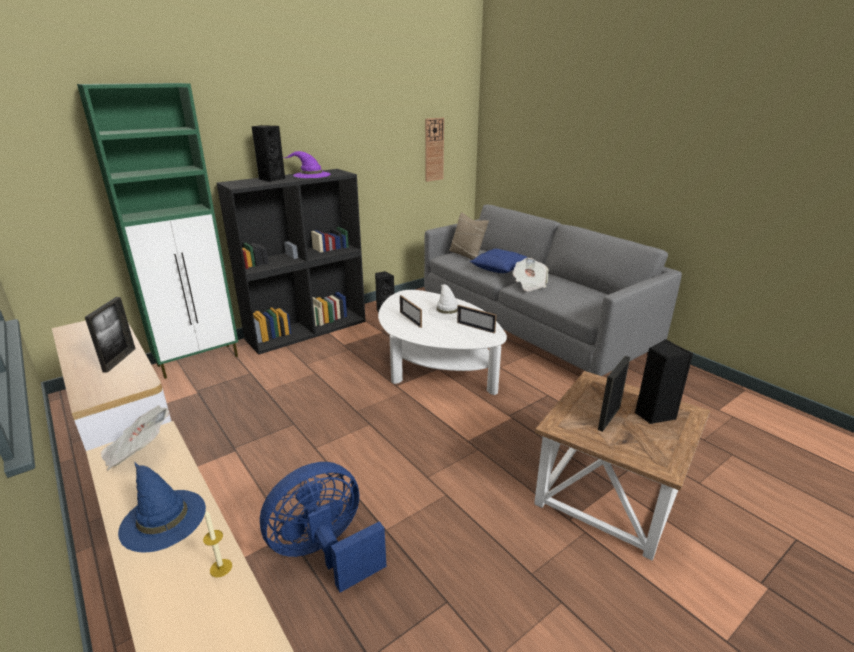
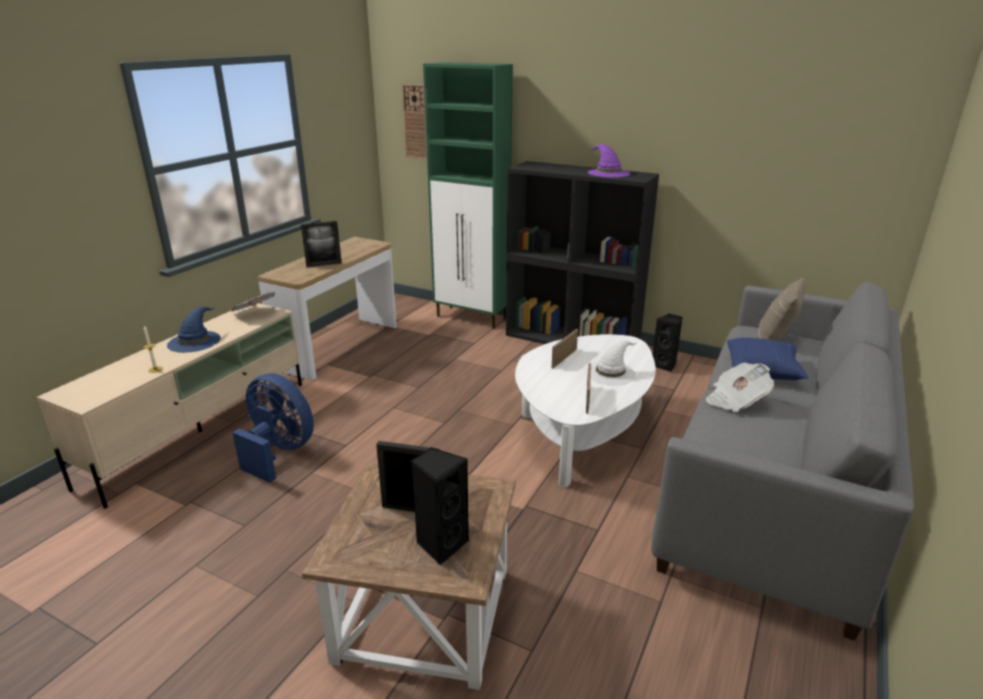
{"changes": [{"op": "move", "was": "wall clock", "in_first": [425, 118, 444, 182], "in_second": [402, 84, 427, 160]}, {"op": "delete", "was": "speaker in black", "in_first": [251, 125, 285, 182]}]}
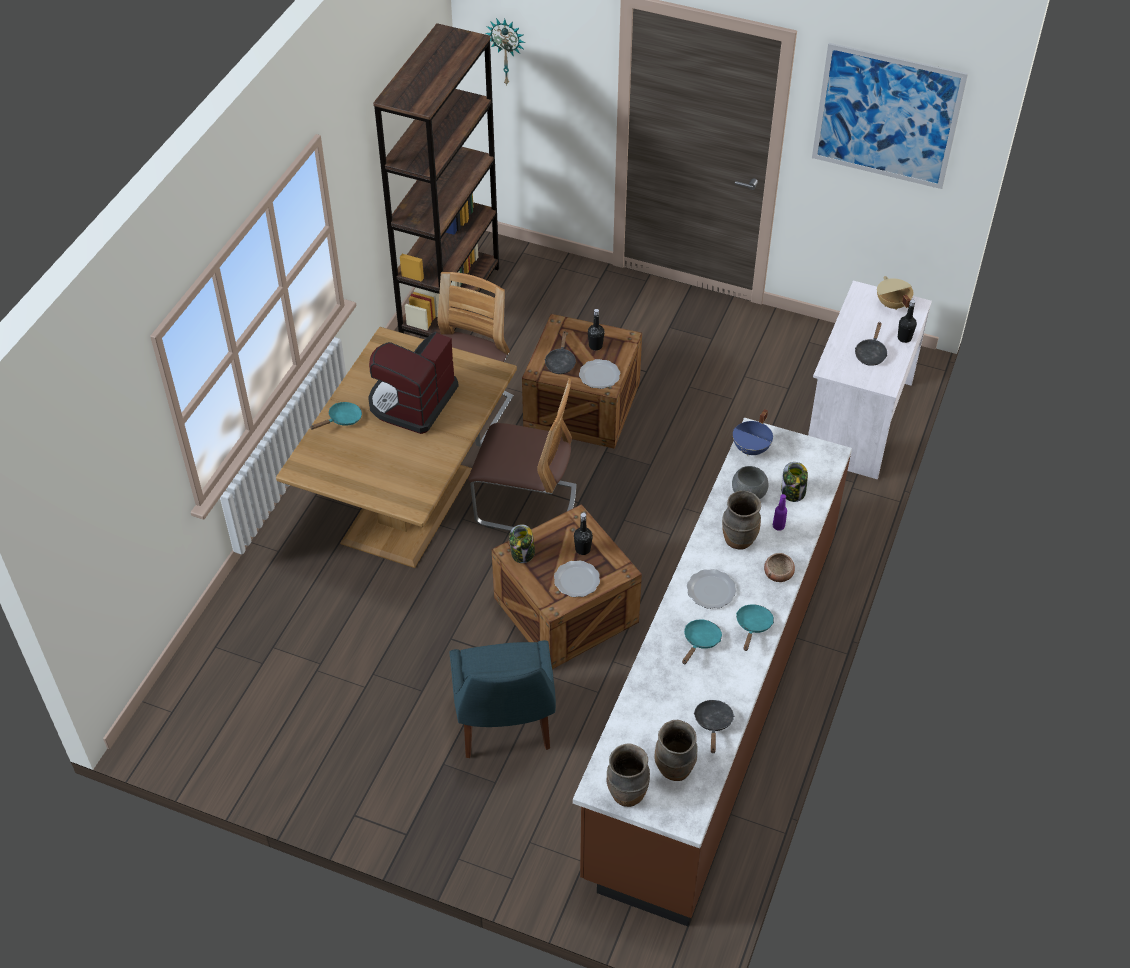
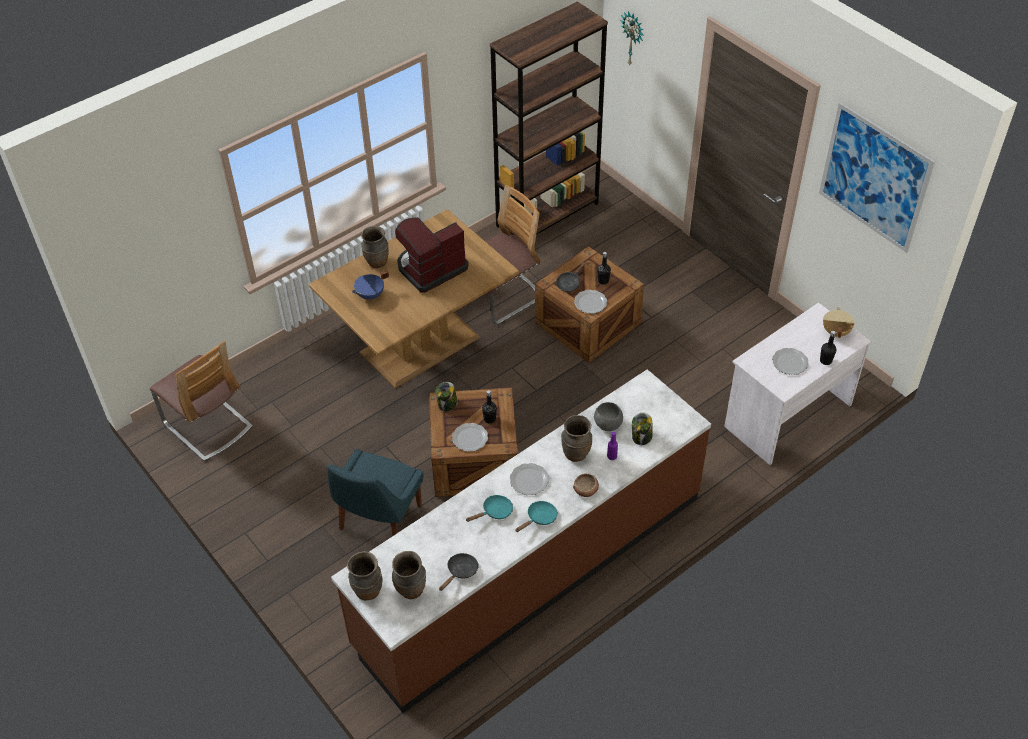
{"changes": [{"op": "move", "was": "chair", "in_first": [468, 378, 577, 531], "in_second": [150, 341, 253, 461]}, {"op": "move", "was": "cooking pot in blue", "in_first": [733, 409, 773, 455], "in_second": [352, 270, 389, 300]}, {"op": "replace", "was": "frying pan in turquoise", "now": "vase in brown", "in_first": [310, 402, 362, 429], "in_second": [361, 226, 389, 268]}, {"op": "replace", "was": "frying pan in black", "now": "plate", "in_first": [855, 322, 887, 366], "in_second": [772, 348, 809, 375]}]}
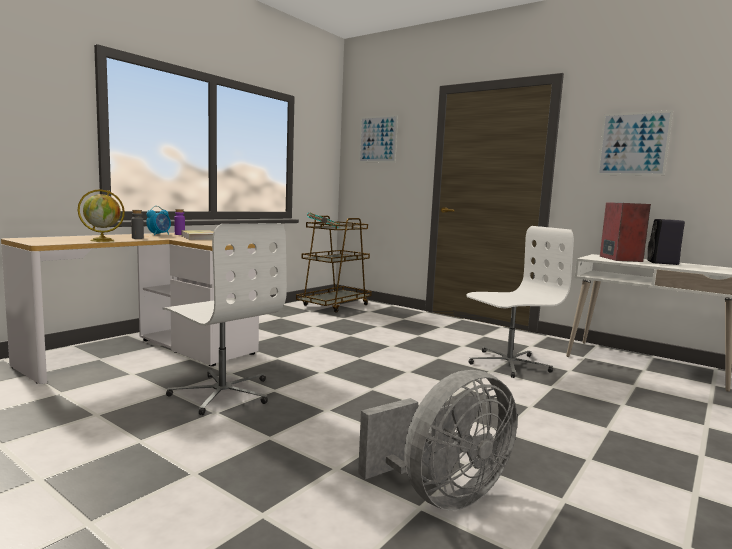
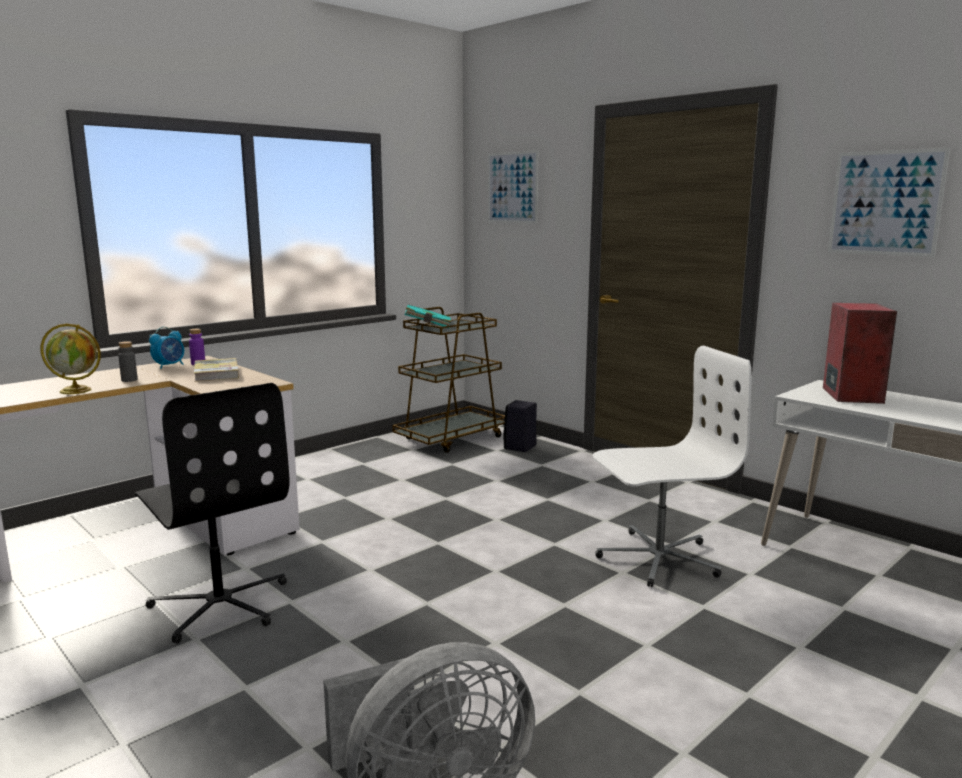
{"changes": [{"op": "recolor", "was": "office chair in white", "now": "office chair in black", "in_first": [162, 223, 287, 415], "in_second": [135, 383, 290, 644]}, {"op": "move", "was": "speaker in black", "in_first": [647, 219, 685, 265], "in_second": [503, 400, 537, 452]}]}
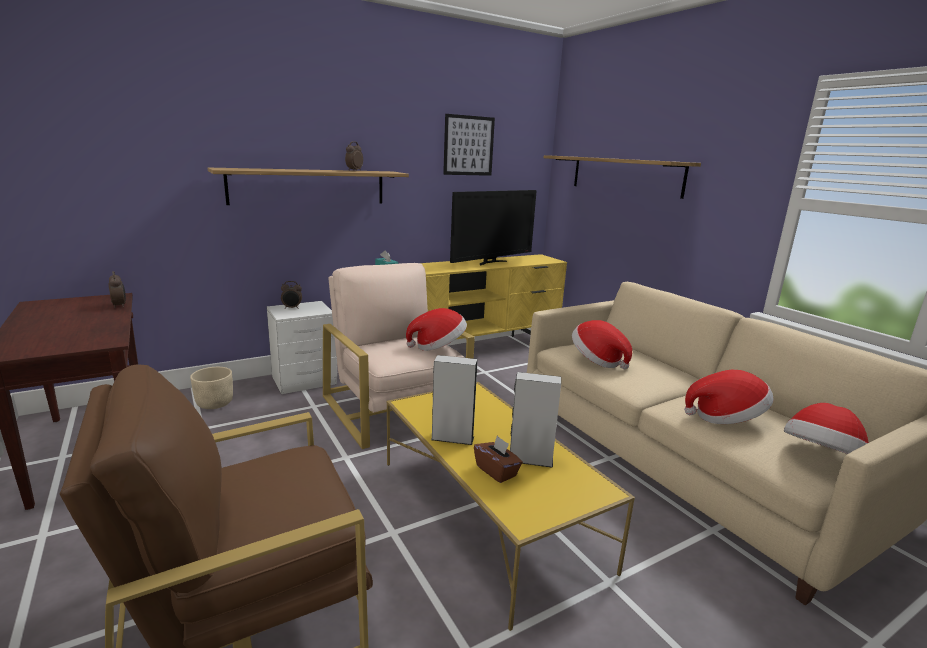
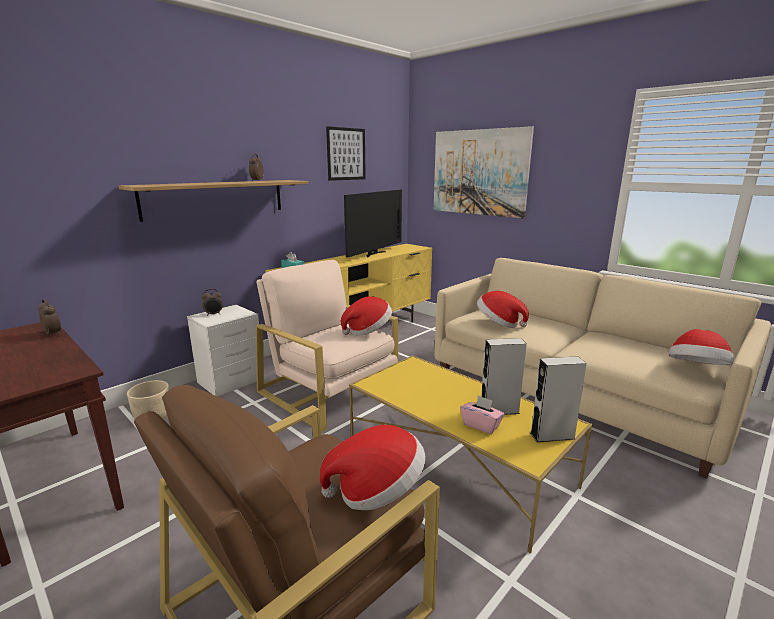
{"changes": [{"op": "move", "was": "hat", "in_first": [684, 370, 774, 424], "in_second": [320, 425, 425, 510]}, {"op": "replace", "was": "shelf", "now": "picture", "in_first": [544, 155, 701, 199], "in_second": [434, 126, 534, 218]}, {"op": "recolor", "was": "tissue box in brown", "now": "tissue box in pink", "in_first": [474, 436, 523, 483], "in_second": [460, 395, 504, 434]}, {"op": "move", "was": "speaker in grey", "in_first": [431, 355, 478, 445], "in_second": [530, 356, 587, 442]}]}
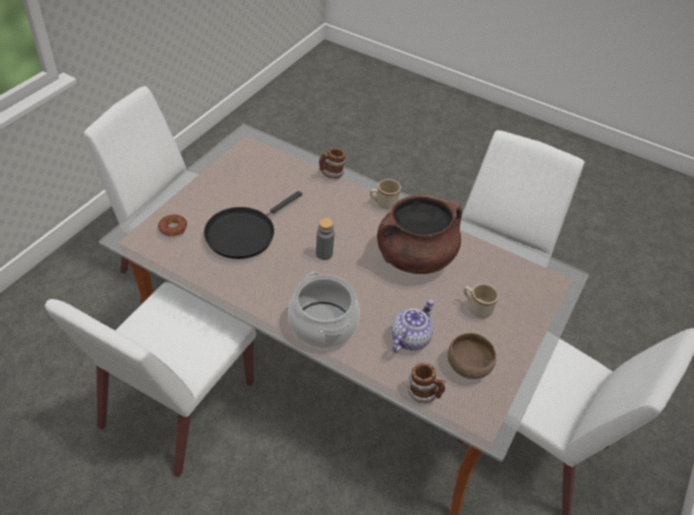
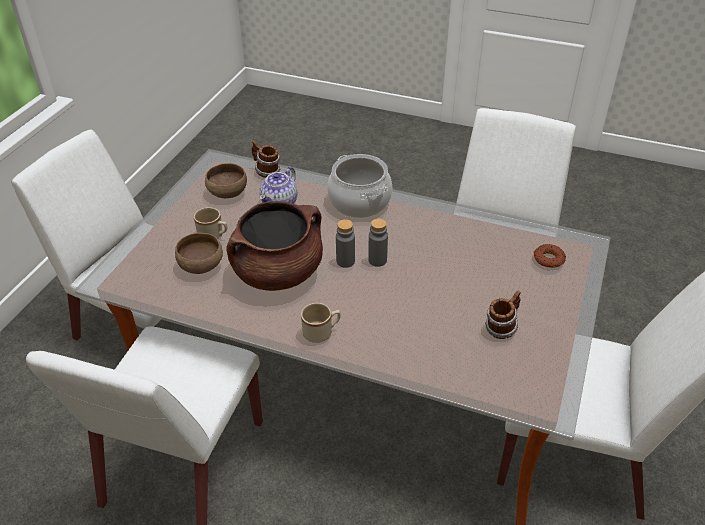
{"changes": [{"op": "insert", "now": "bowl in brown", "in_second": [175, 233, 223, 274]}, {"op": "insert", "now": "bottle in grey", "in_second": [336, 219, 355, 267]}, {"op": "move", "was": "mug", "in_first": [319, 148, 346, 179], "in_second": [485, 291, 521, 339]}, {"op": "delete", "was": "frying pan in black", "in_first": [204, 191, 302, 259]}]}
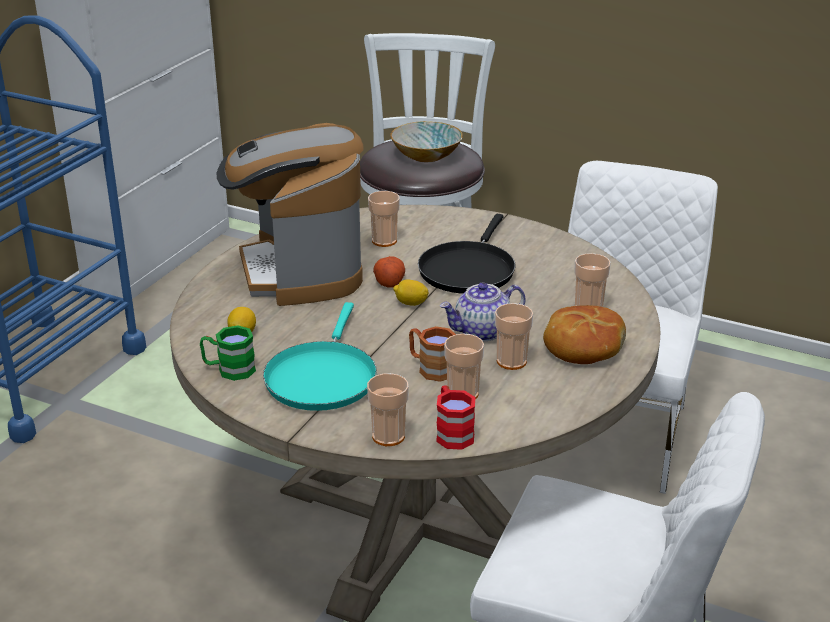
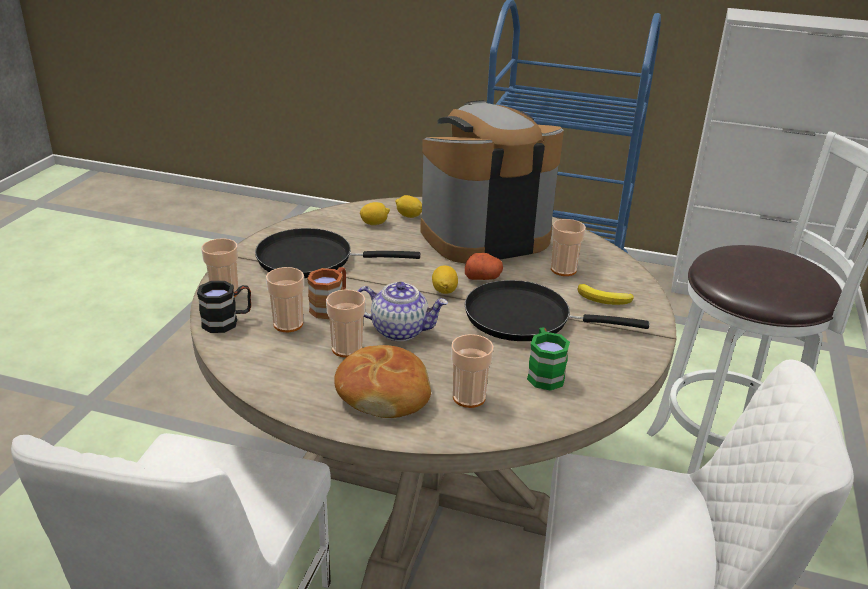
{"changes": [{"op": "recolor", "was": "mug in red", "now": "mug in black", "in_first": [436, 385, 476, 450], "in_second": [197, 281, 251, 333]}, {"op": "recolor", "was": "frying pan in turquoise", "now": "frying pan in black", "in_first": [263, 302, 377, 411], "in_second": [255, 228, 420, 278]}, {"op": "rotate", "was": "teapot", "in_first": [440, 282, 526, 341], "in_second": [358, 282, 448, 341], "clockwise": 135}, {"op": "insert", "now": "lemon", "in_second": [395, 195, 422, 218]}, {"op": "move", "was": "mug in green", "in_first": [200, 325, 256, 381], "in_second": [527, 327, 570, 391]}, {"op": "insert", "now": "banana", "in_second": [577, 284, 634, 305]}, {"op": "delete", "was": "bowl", "in_first": [390, 121, 463, 162]}]}
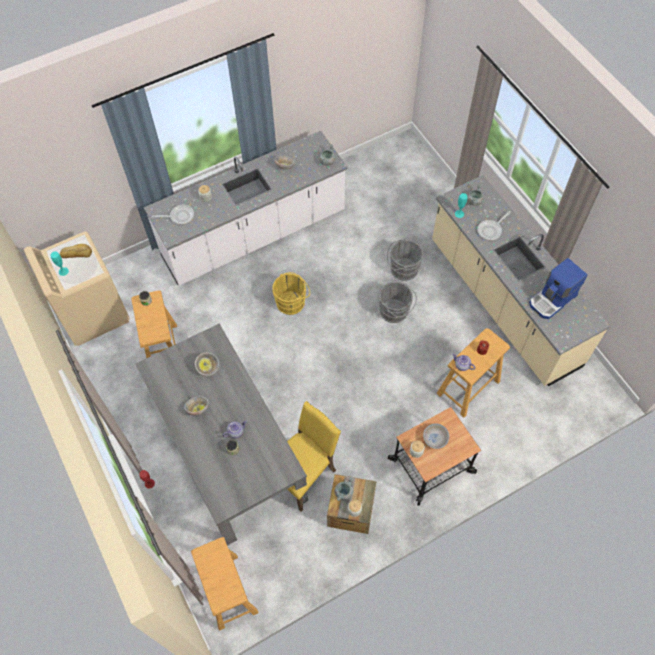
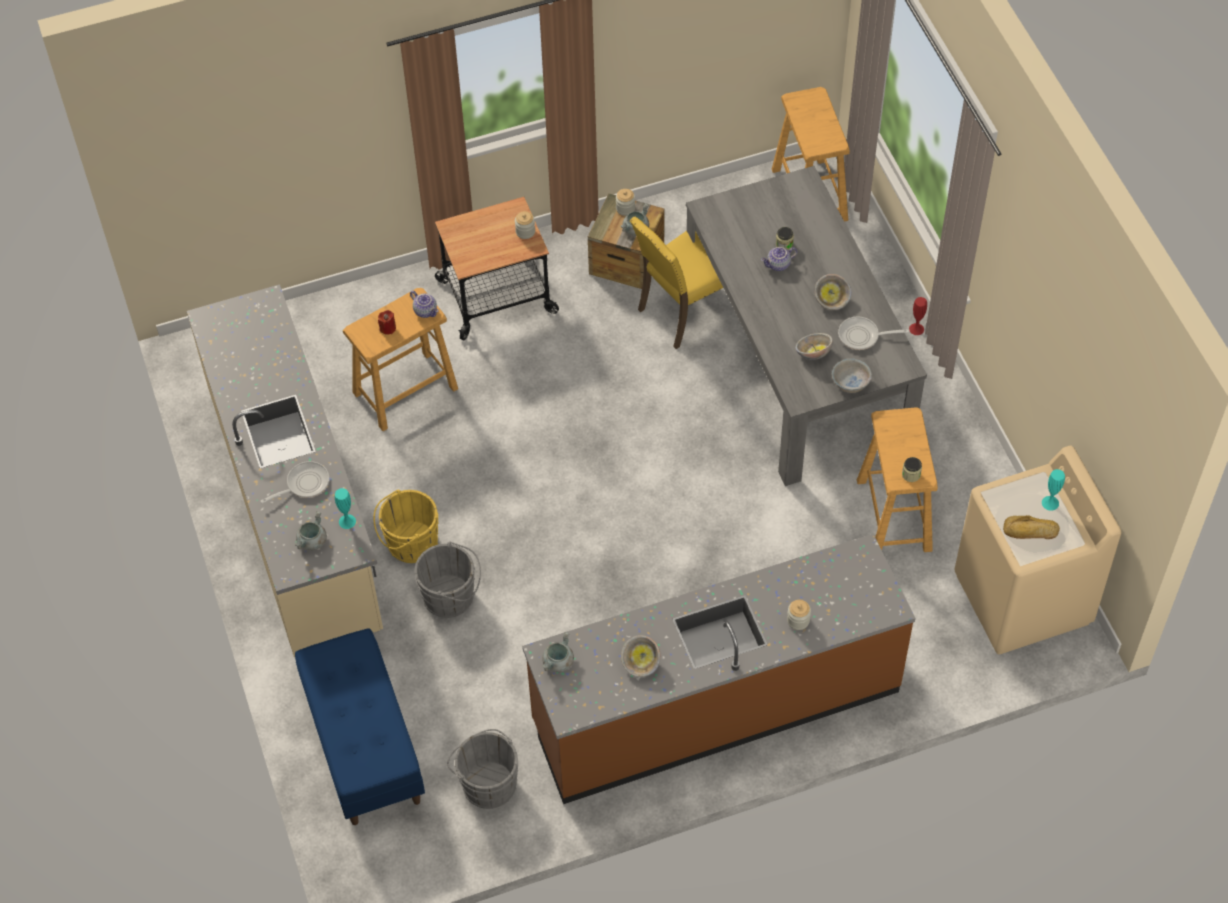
{"changes": [{"op": "insert", "now": "bench in blue", "in_second": [295, 628, 425, 825]}, {"op": "move", "was": "bucket in yellow", "in_first": [272, 272, 310, 315], "in_second": [373, 489, 439, 563]}, {"op": "move", "was": "bucket in grey", "in_first": [378, 282, 417, 323], "in_second": [447, 729, 518, 809]}, {"op": "recolor", "was": "counter in white", "now": "counter in brown", "in_first": [144, 131, 348, 286], "in_second": [522, 534, 916, 804]}, {"op": "move", "was": "bowl in white", "in_first": [423, 423, 449, 449], "in_second": [832, 358, 872, 393]}, {"op": "move", "was": "frying pan", "in_first": [152, 205, 194, 225], "in_second": [838, 316, 910, 350]}, {"op": "delete", "was": "coffee machine", "in_first": [529, 258, 587, 319]}]}
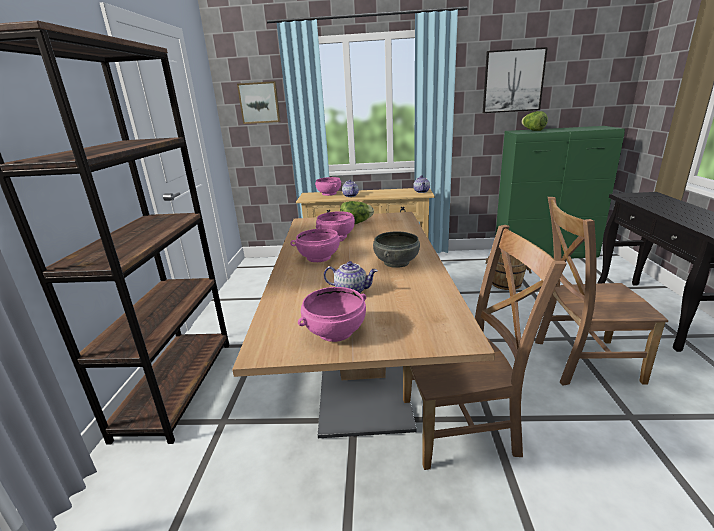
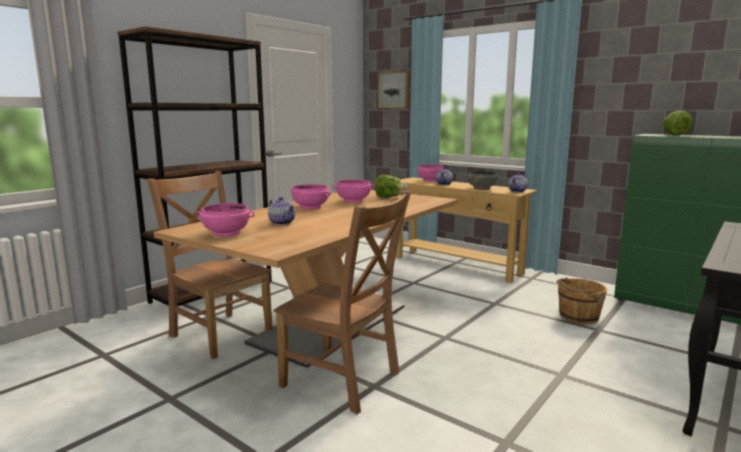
{"changes": [{"op": "move", "was": "chair in brown", "in_first": [535, 197, 668, 385], "in_second": [147, 171, 273, 359]}, {"op": "move", "was": "bowl in grey", "in_first": [373, 232, 420, 268], "in_second": [467, 170, 498, 190]}, {"op": "delete", "was": "picture", "in_first": [483, 47, 548, 113]}]}
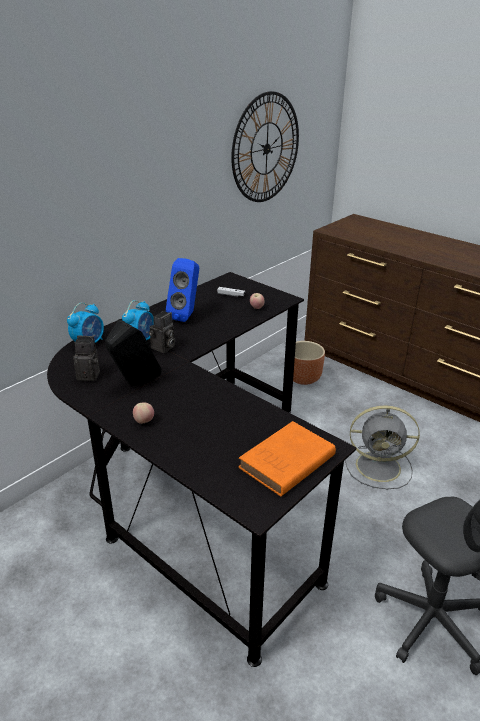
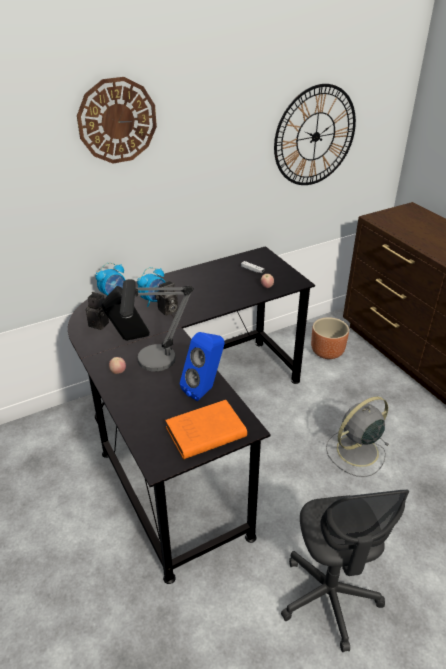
{"changes": [{"op": "insert", "now": "wall clock", "in_second": [77, 77, 157, 164]}, {"op": "insert", "now": "table lamp", "in_second": [120, 279, 194, 371]}, {"op": "move", "was": "speaker in blue", "in_first": [166, 258, 199, 322], "in_second": [180, 332, 225, 401]}, {"op": "rotate", "was": "fan in grey", "in_first": [345, 405, 420, 489], "in_second": [326, 396, 389, 477], "clockwise": 120}]}
